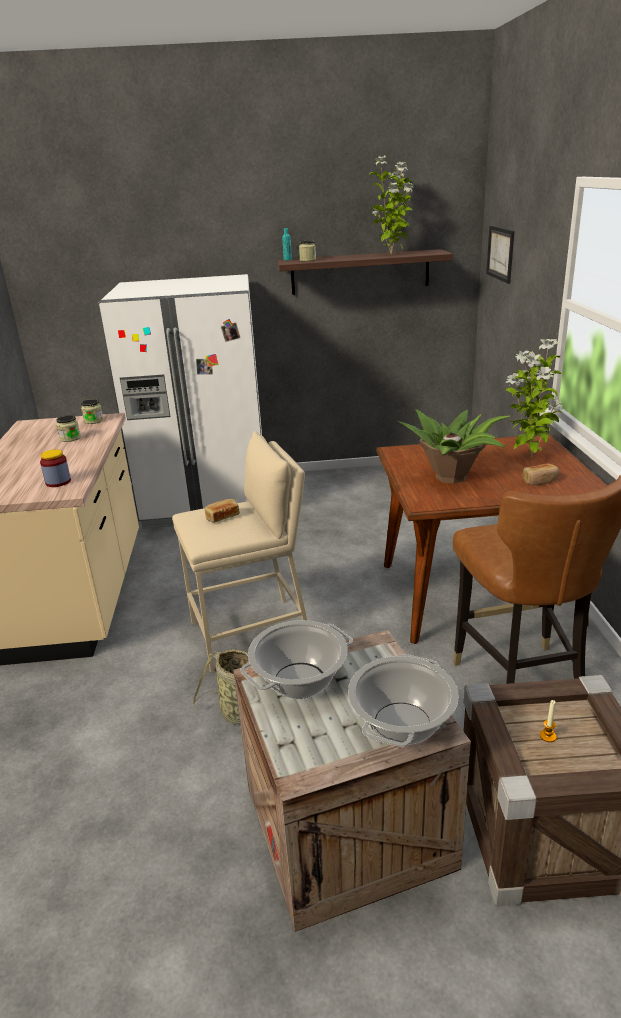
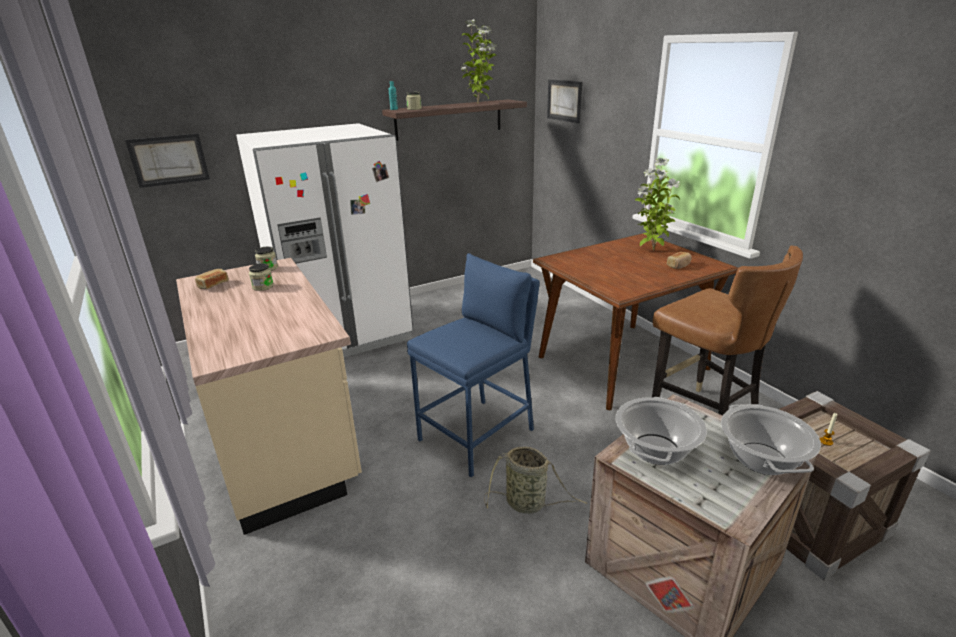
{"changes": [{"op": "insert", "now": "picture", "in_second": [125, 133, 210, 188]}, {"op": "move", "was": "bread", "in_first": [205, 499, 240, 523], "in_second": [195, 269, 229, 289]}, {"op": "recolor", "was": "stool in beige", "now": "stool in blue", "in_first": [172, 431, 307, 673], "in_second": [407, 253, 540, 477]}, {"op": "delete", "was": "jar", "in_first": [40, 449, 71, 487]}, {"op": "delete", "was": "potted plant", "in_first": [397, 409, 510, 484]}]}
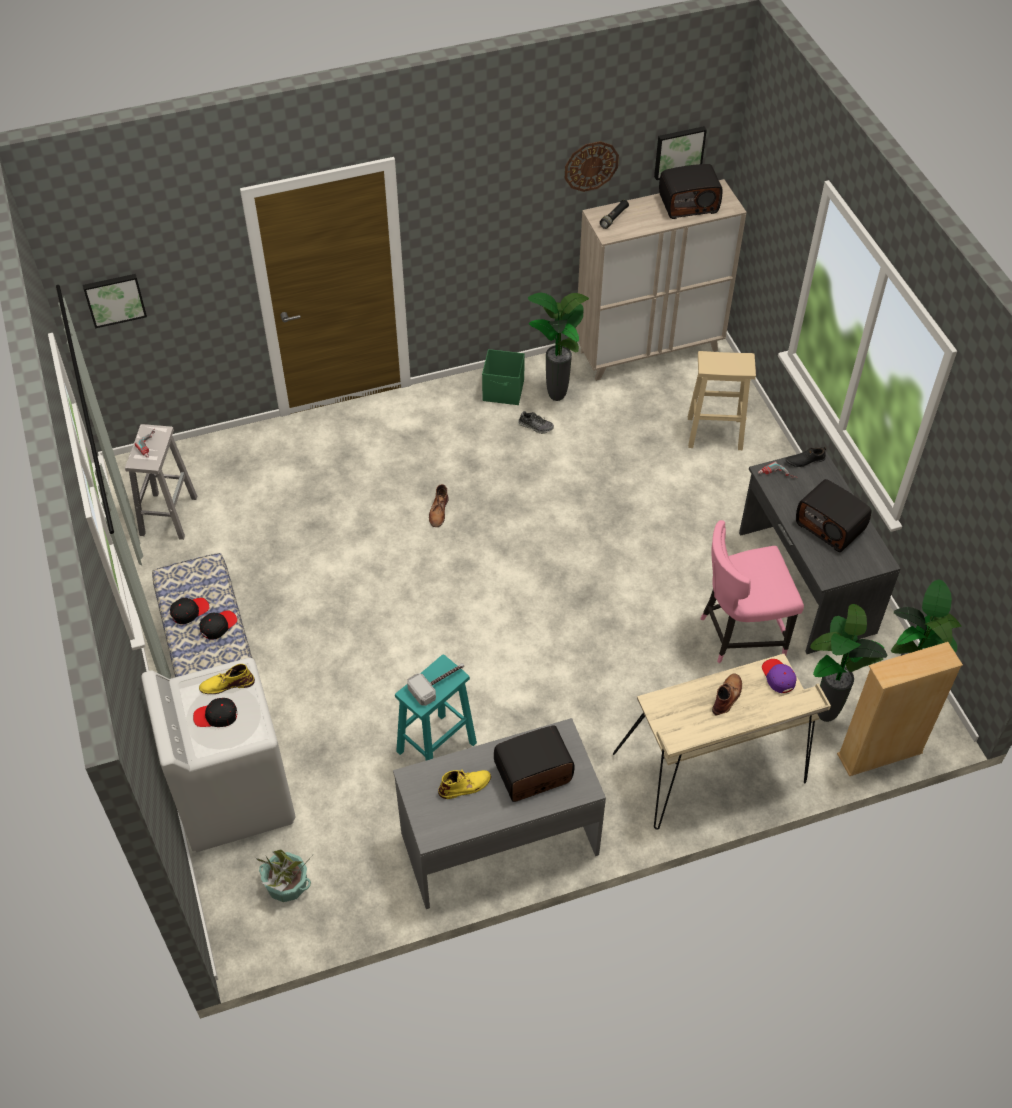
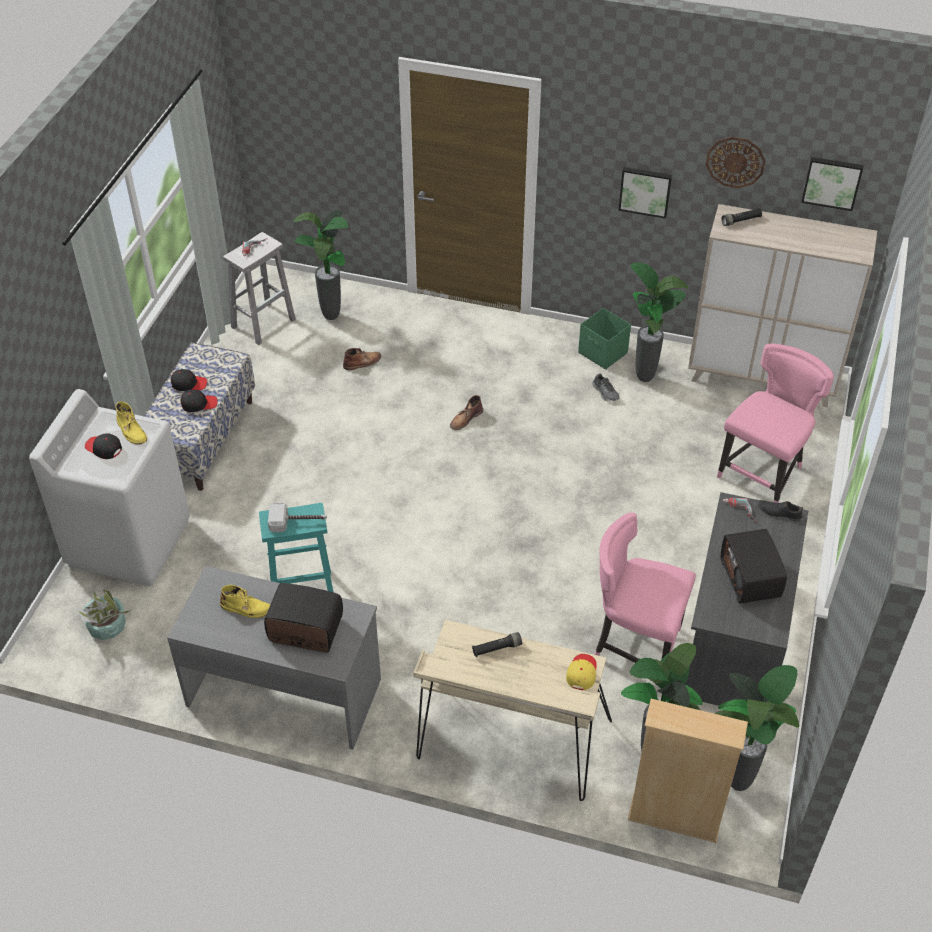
{"changes": [{"op": "rotate", "was": "boot in yellow", "in_first": [199, 664, 255, 694], "in_second": [115, 401, 147, 445], "clockwise": -150}, {"op": "insert", "now": "potted plant", "in_second": [293, 211, 348, 320]}, {"op": "move", "was": "boot in brown", "in_first": [712, 674, 742, 716], "in_second": [343, 347, 381, 370]}, {"op": "insert", "now": "flashlight in black", "in_second": [472, 632, 522, 657]}, {"op": "recolor", "was": "cap in purple", "now": "cap in yellow", "in_first": [762, 659, 797, 693], "in_second": [566, 654, 597, 690]}, {"op": "move", "was": "picture", "in_first": [83, 274, 147, 328], "in_second": [618, 167, 672, 219]}, {"op": "replace", "was": "stool in beige", "now": "chair in pink", "in_first": [688, 351, 756, 450], "in_second": [717, 344, 834, 503]}, {"op": "delete", "was": "radio", "in_first": [659, 164, 722, 219]}]}
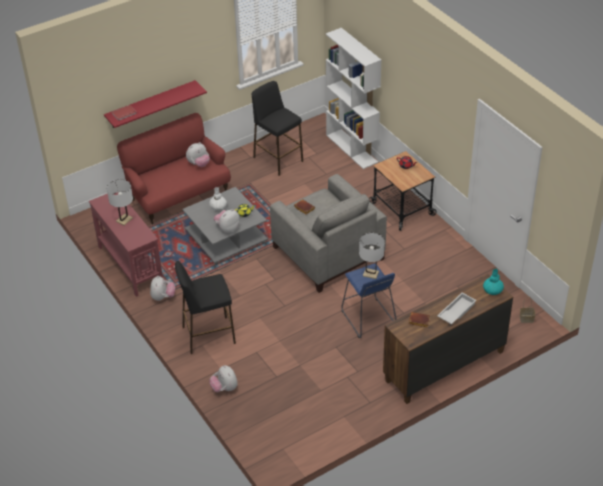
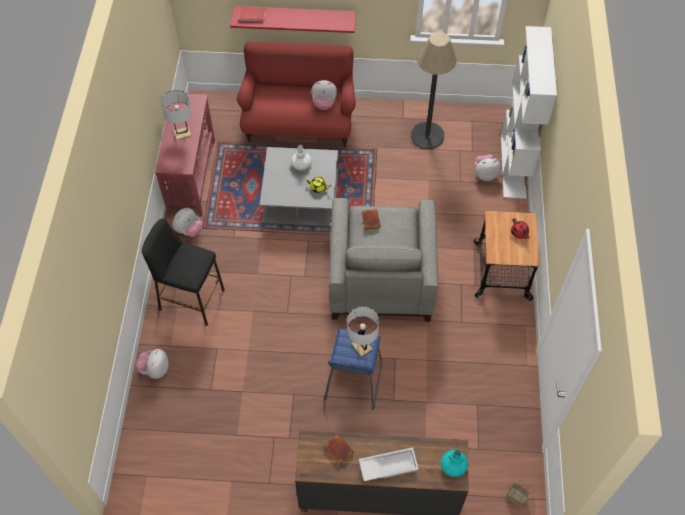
{"changes": [{"op": "replace", "was": "stool in black", "now": "floor lamp", "in_first": [252, 81, 303, 176], "in_second": [411, 32, 456, 149]}, {"op": "move", "was": "plush toy", "in_first": [214, 209, 240, 233], "in_second": [475, 155, 501, 181]}]}
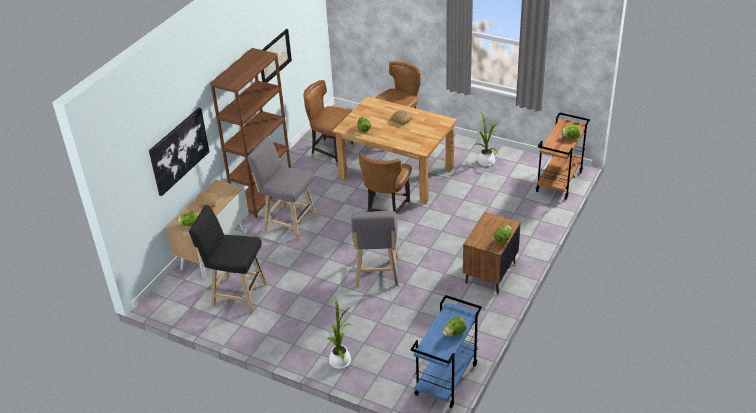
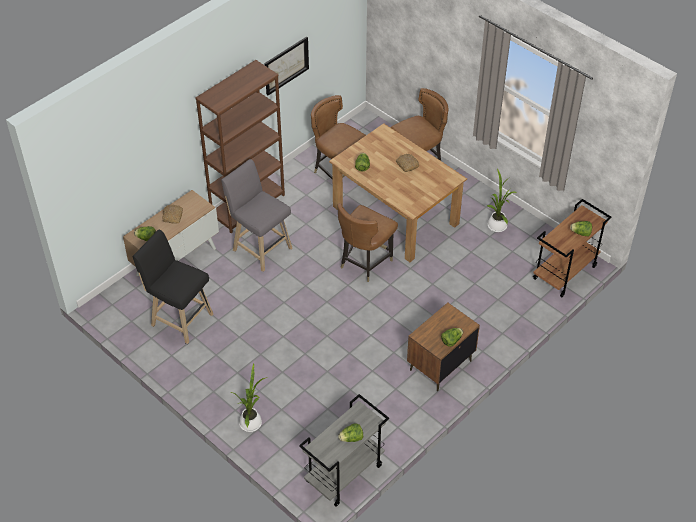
{"changes": [{"op": "recolor", "was": "cart in blue", "now": "cart in grey", "in_first": [411, 295, 482, 409], "in_second": [299, 394, 389, 507]}, {"op": "delete", "was": "picture", "in_first": [149, 108, 209, 196]}, {"op": "delete", "was": "stool in grey", "in_first": [351, 211, 398, 287]}]}
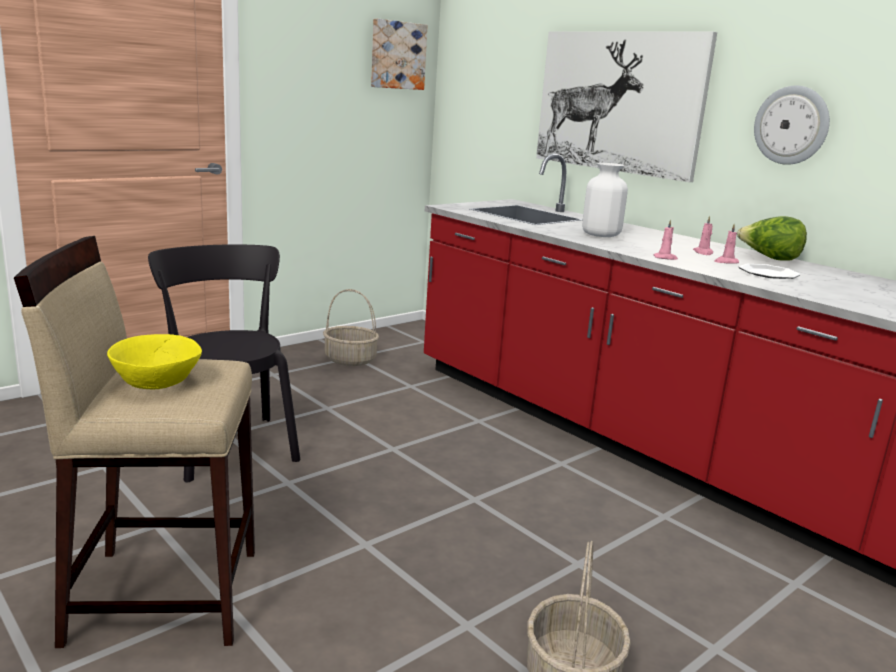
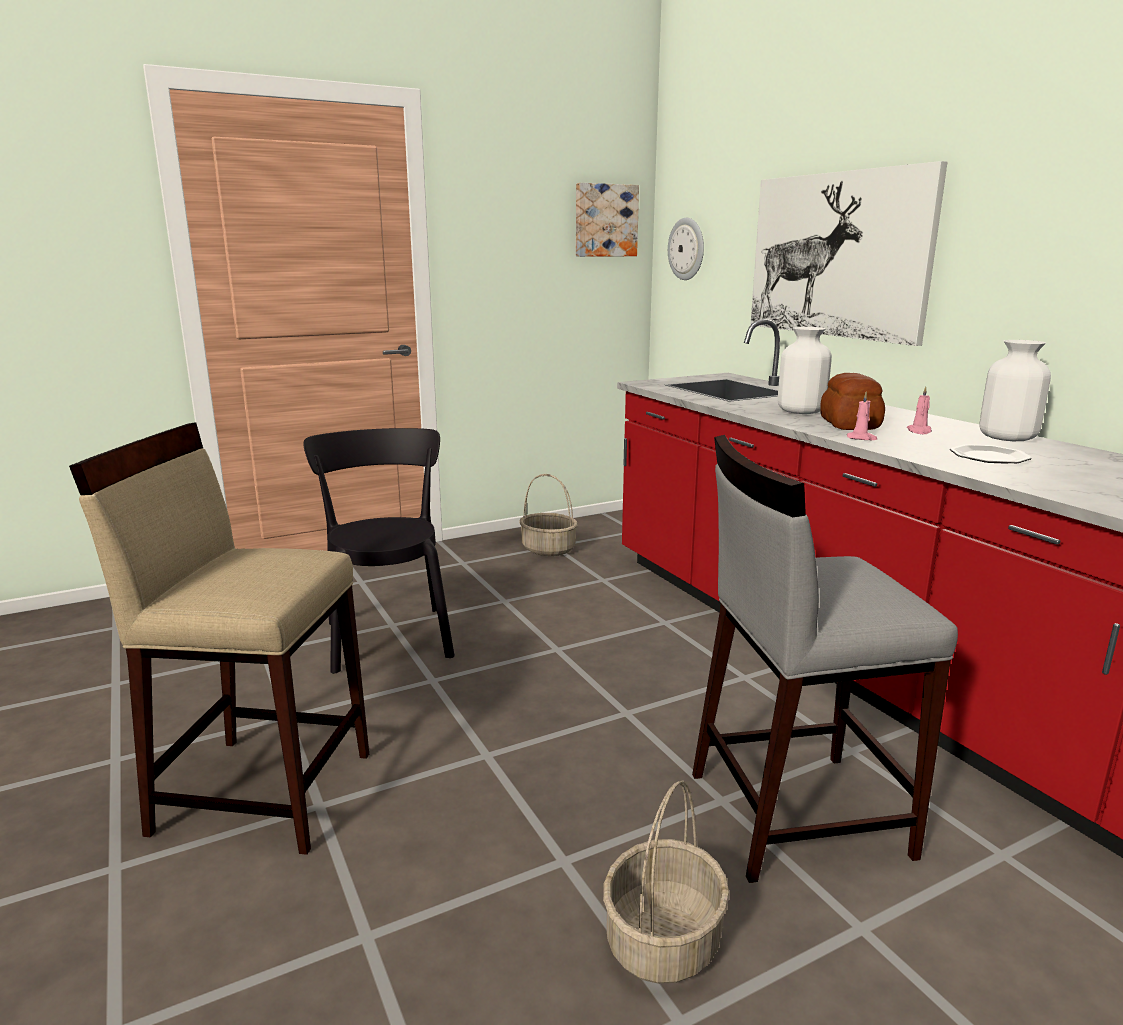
{"changes": [{"op": "move", "was": "wall clock", "in_first": [754, 86, 830, 165], "in_second": [668, 218, 704, 280]}, {"op": "insert", "now": "stool in grey", "in_second": [692, 435, 958, 883]}, {"op": "insert", "now": "bread", "in_second": [820, 373, 885, 430]}, {"op": "replace", "was": "lettuce", "now": "vase in white", "in_first": [737, 216, 807, 261], "in_second": [980, 340, 1051, 441]}, {"op": "delete", "was": "bowl in yellow", "in_first": [107, 334, 202, 390]}, {"op": "delete", "was": "candle in pink", "in_first": [714, 224, 739, 264]}]}
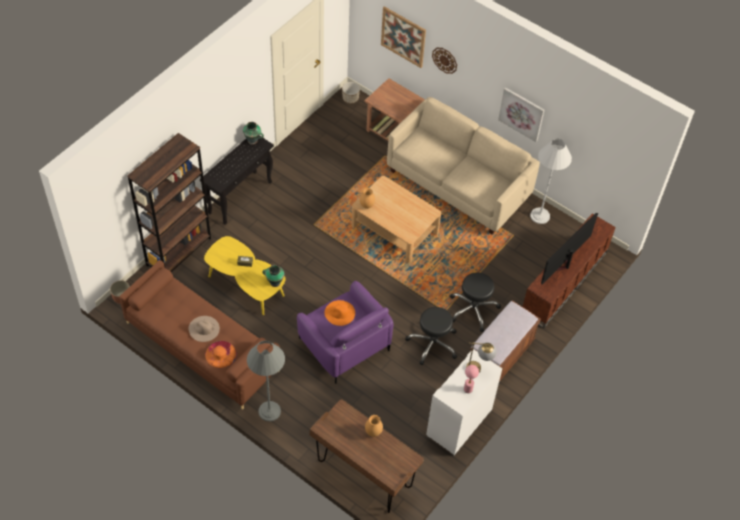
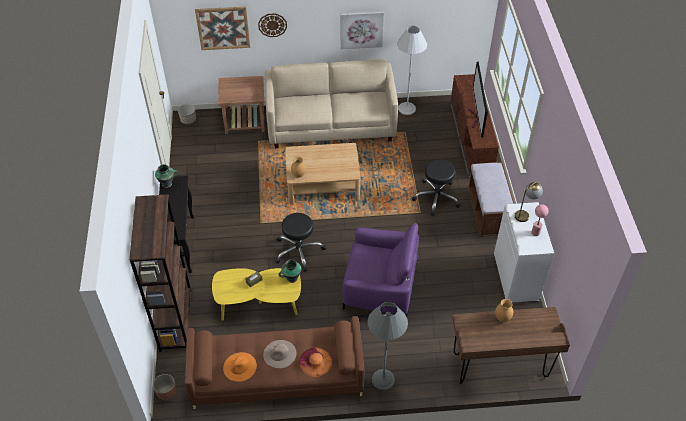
{"changes": [{"op": "move", "was": "hat in orange", "in_first": [325, 300, 355, 326], "in_second": [223, 352, 257, 382]}, {"op": "move", "was": "stool in black", "in_first": [405, 307, 457, 365], "in_second": [275, 213, 326, 272]}]}
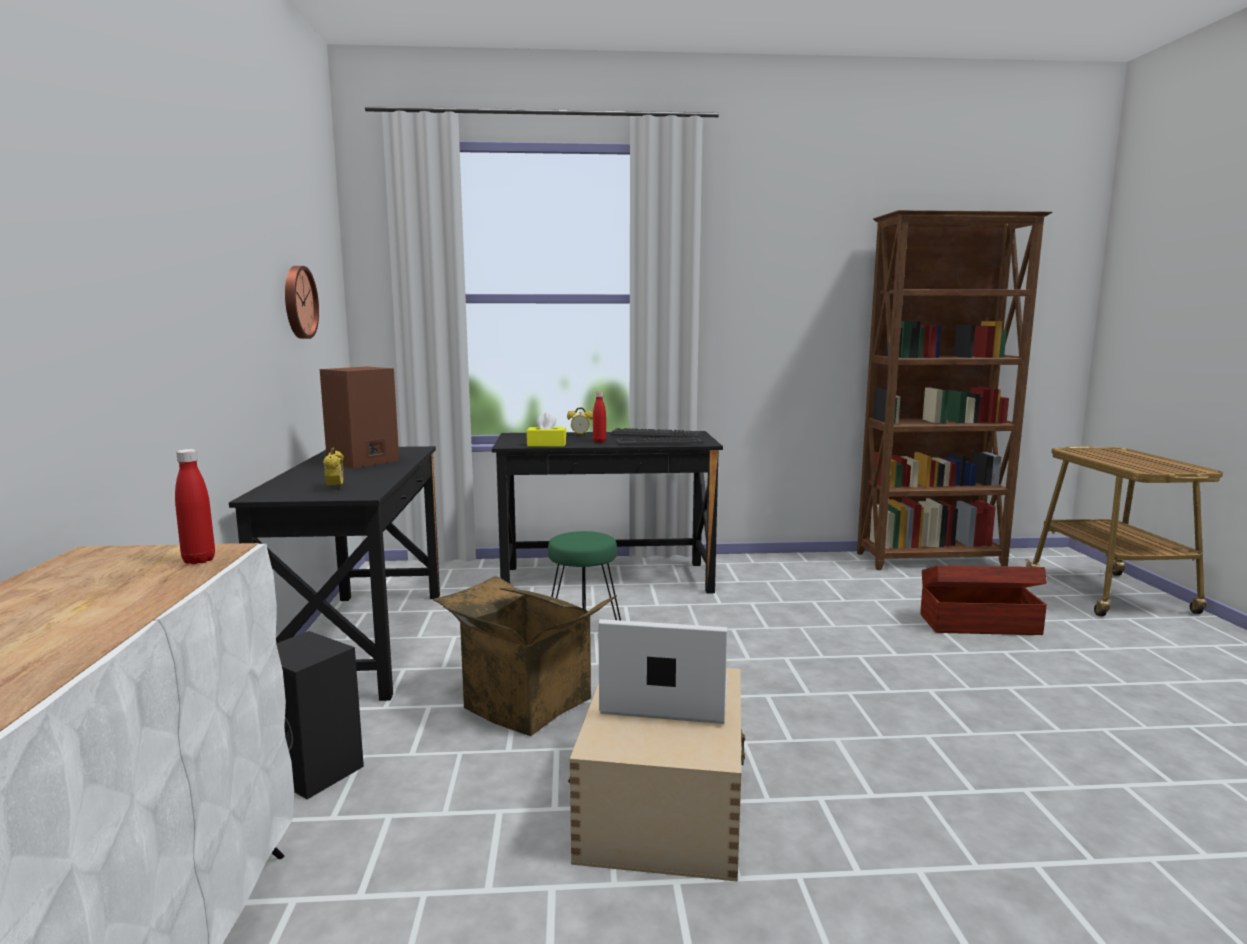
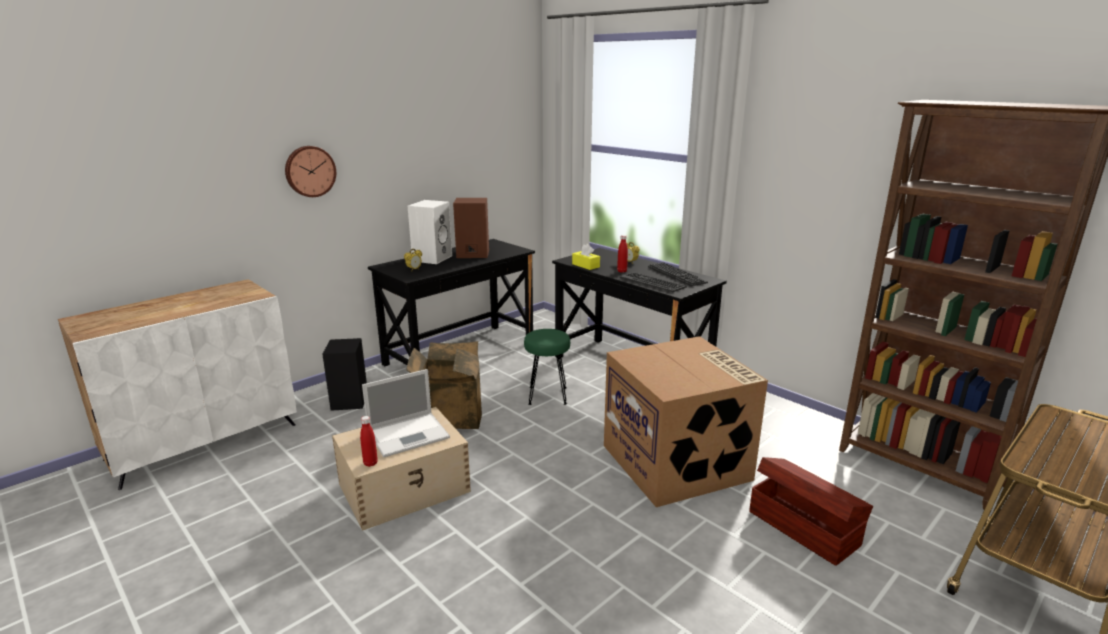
{"changes": [{"op": "move", "was": "wall clock", "in_first": [285, 266, 319, 339], "in_second": [285, 146, 336, 197]}, {"op": "move", "was": "bottle in red", "in_first": [175, 449, 215, 564], "in_second": [360, 416, 378, 467]}, {"op": "rotate", "was": "laptop", "in_first": [598, 619, 728, 724], "in_second": [362, 369, 450, 458], "clockwise": 90}, {"op": "insert", "now": "speaker in white", "in_second": [408, 200, 452, 264]}, {"op": "insert", "now": "cardboard box", "in_second": [604, 336, 768, 507]}]}
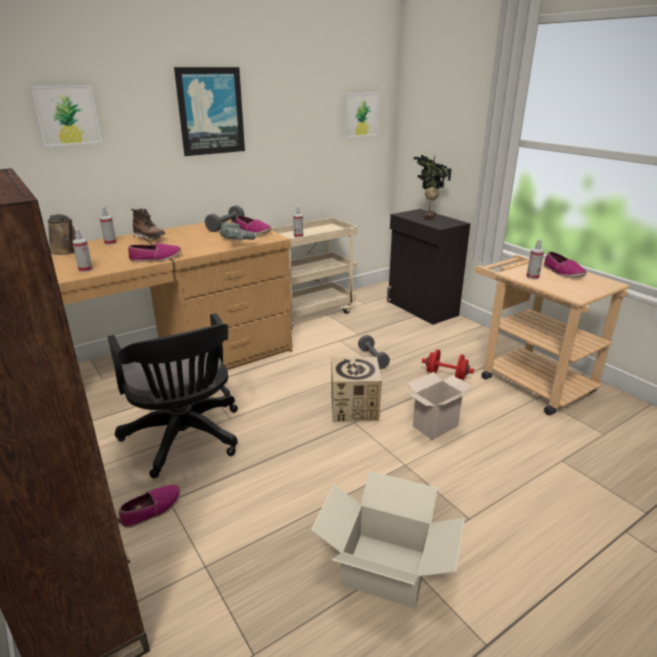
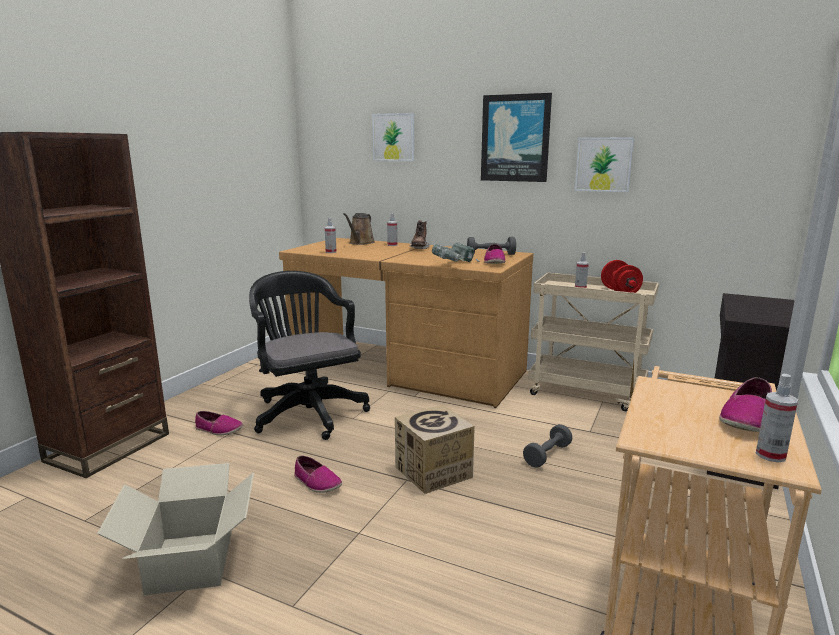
{"changes": [{"op": "rotate", "was": "office chair in black", "in_first": [108, 313, 238, 478], "in_second": [249, 271, 370, 440], "clockwise": 120}, {"op": "move", "was": "shoe", "in_first": [128, 243, 181, 262], "in_second": [294, 456, 342, 493]}, {"op": "move", "was": "picture", "in_first": [345, 93, 380, 138], "in_second": [575, 137, 634, 192]}, {"op": "move", "was": "dumbbell in red", "in_first": [422, 349, 474, 380], "in_second": [601, 260, 643, 293]}, {"op": "move", "was": "spray bottle", "in_first": [526, 239, 544, 280], "in_second": [756, 374, 798, 463]}, {"op": "delete", "was": "cardboard box", "in_first": [407, 372, 472, 440]}, {"op": "delete", "was": "potted plant", "in_first": [413, 155, 451, 220]}]}
